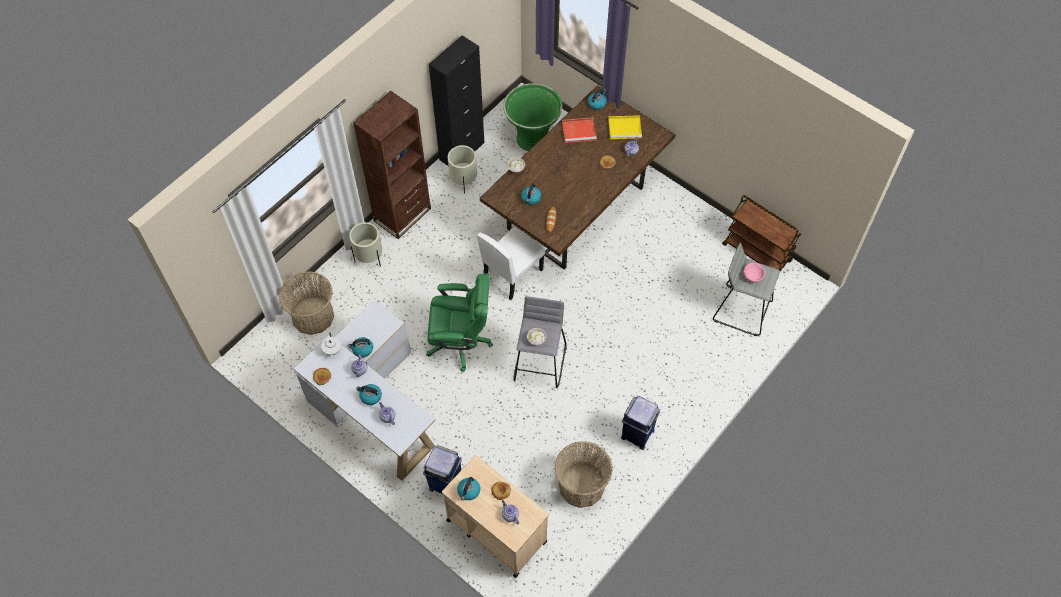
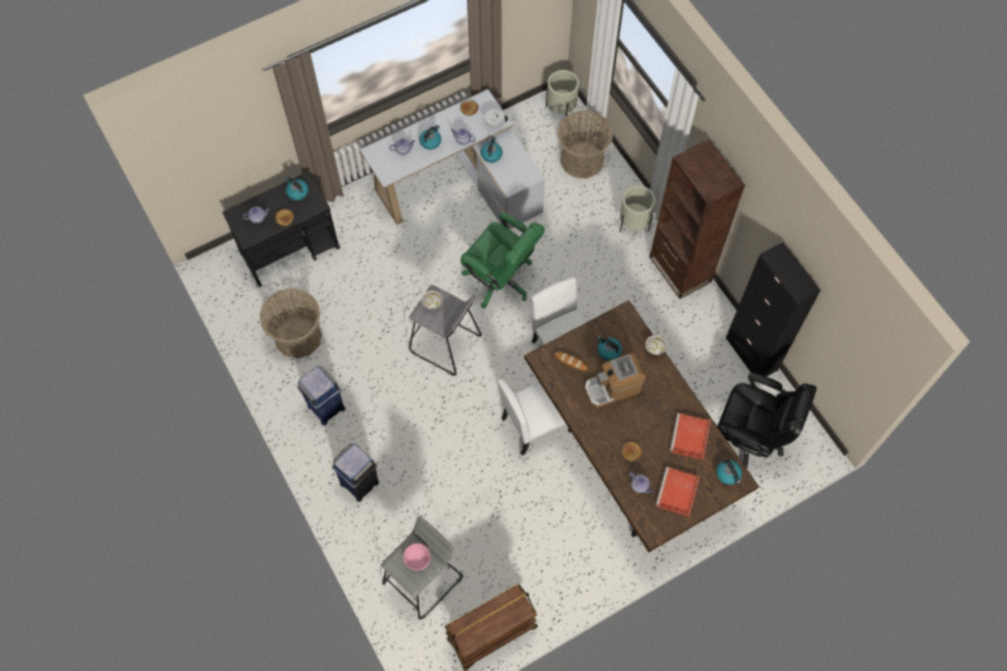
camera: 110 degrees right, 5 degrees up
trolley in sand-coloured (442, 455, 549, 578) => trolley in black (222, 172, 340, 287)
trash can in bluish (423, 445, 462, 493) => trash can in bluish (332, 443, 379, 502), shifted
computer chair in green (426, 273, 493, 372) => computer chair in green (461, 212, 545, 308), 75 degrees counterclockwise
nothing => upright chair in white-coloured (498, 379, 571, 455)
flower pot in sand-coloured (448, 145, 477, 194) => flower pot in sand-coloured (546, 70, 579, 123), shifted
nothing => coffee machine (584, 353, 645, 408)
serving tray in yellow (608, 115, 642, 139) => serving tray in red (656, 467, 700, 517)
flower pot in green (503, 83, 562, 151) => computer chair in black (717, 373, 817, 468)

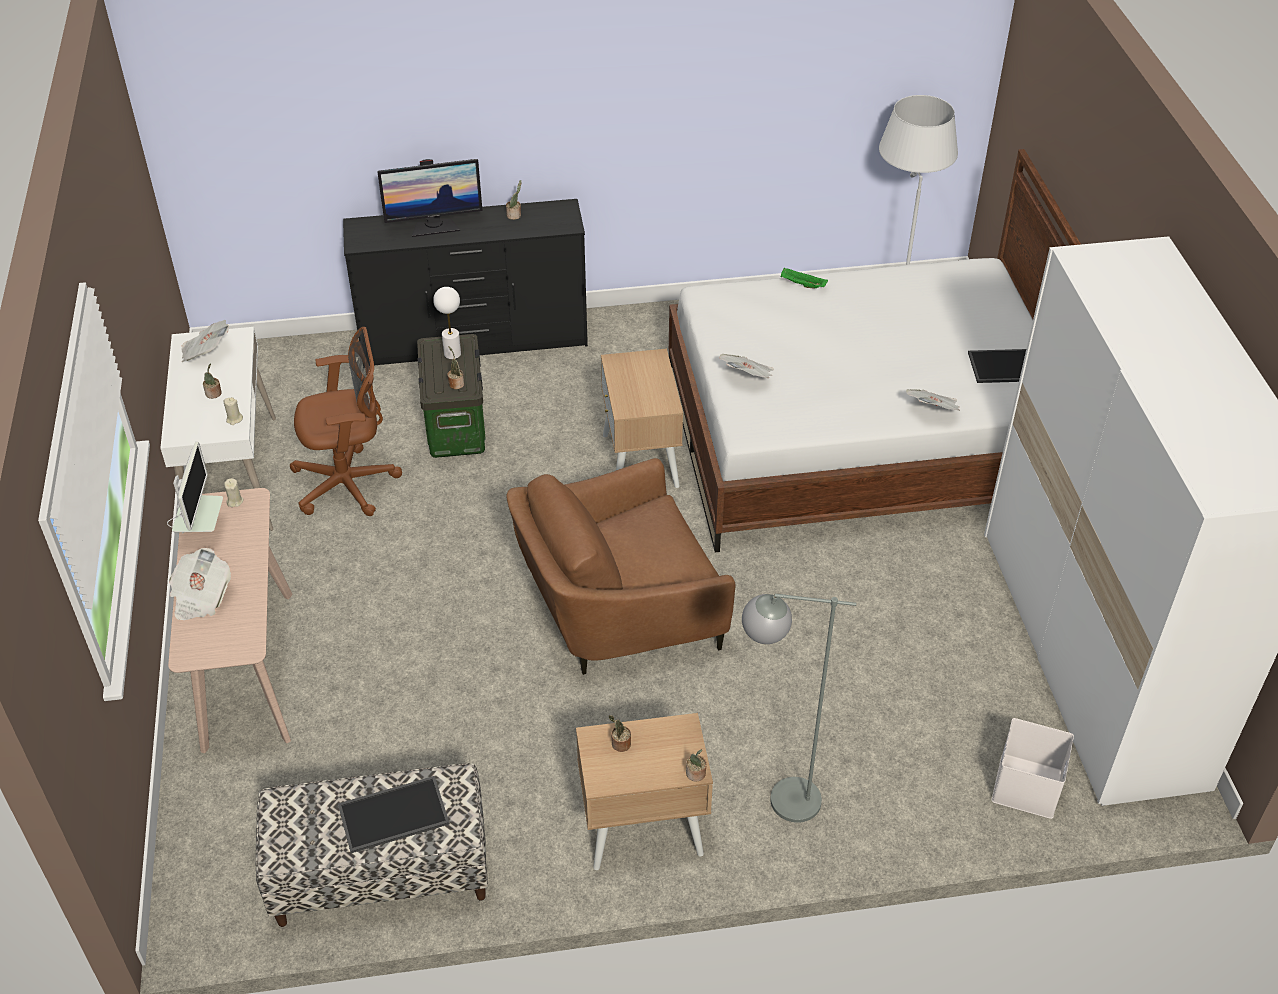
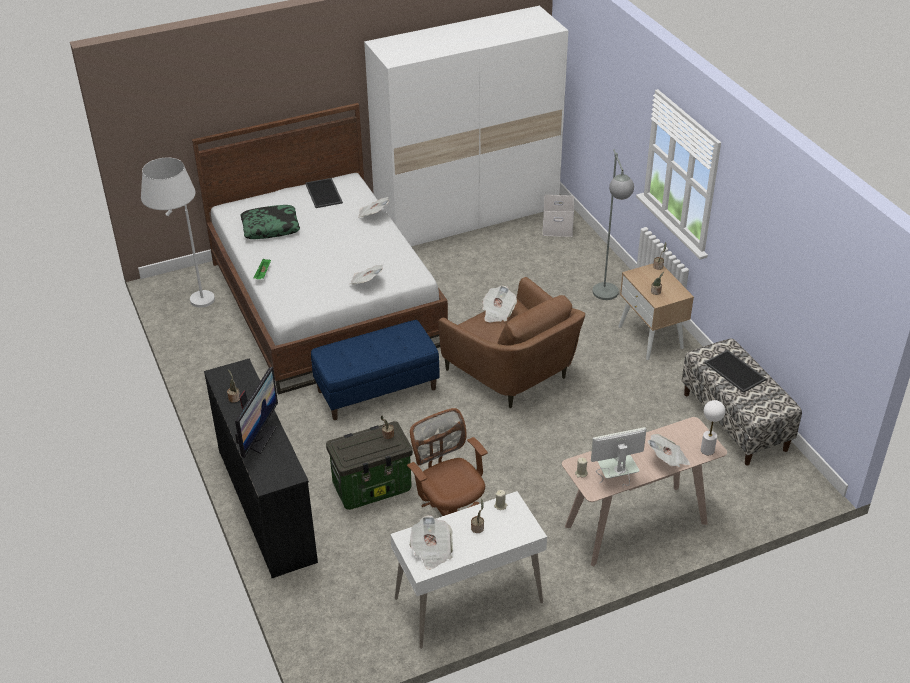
camera: 105 degrees left, 5 degrees down
computer display (377, 159, 483, 237) => computer display (235, 367, 278, 458), 45 degrees clockwise
nothing => pillow (240, 205, 300, 239)
bedside table in sand-coloured (601, 349, 683, 488) => indoor bench in bluish (311, 320, 440, 420)
nothing => printed paper (482, 285, 517, 322)
tabletop lamp in white-coloured (433, 287, 461, 359) => tabletop lamp in white-coloured (701, 400, 725, 455), shifted

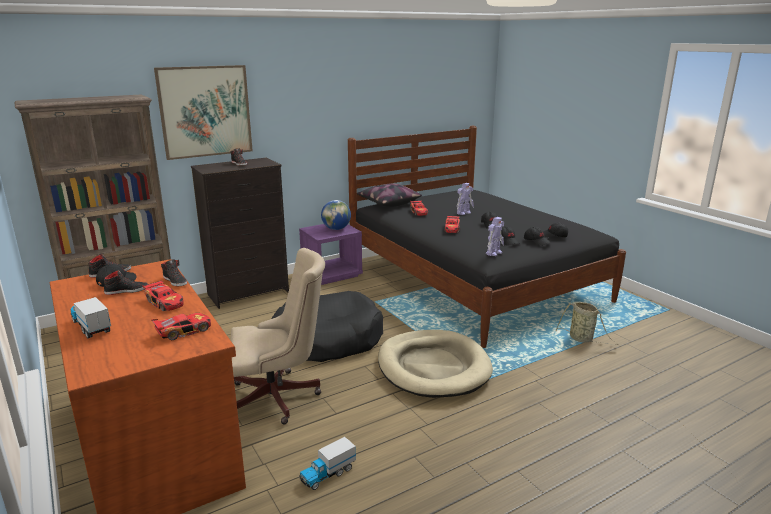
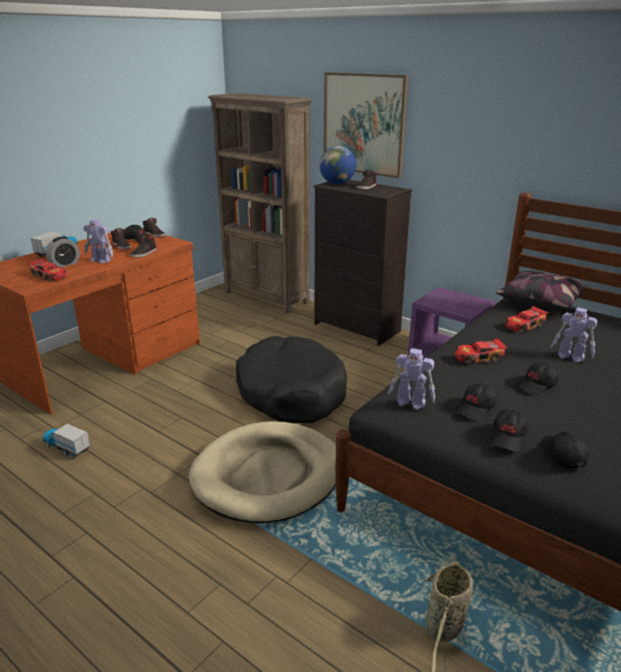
camera: 70 degrees right, 5 degrees up
nothing => bedside clock (46, 236, 80, 267)
toy car (143, 280, 184, 311) => toy robot (83, 219, 113, 264)
globe (321, 200, 351, 230) => globe (319, 146, 356, 184), shifted
computer chair in sand-coloured (231, 248, 325, 424) => nothing

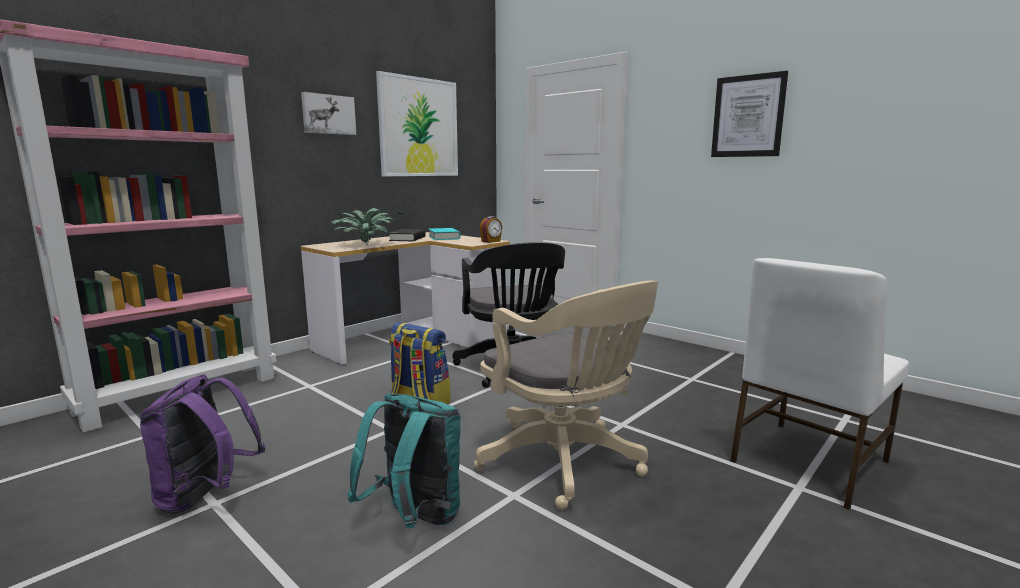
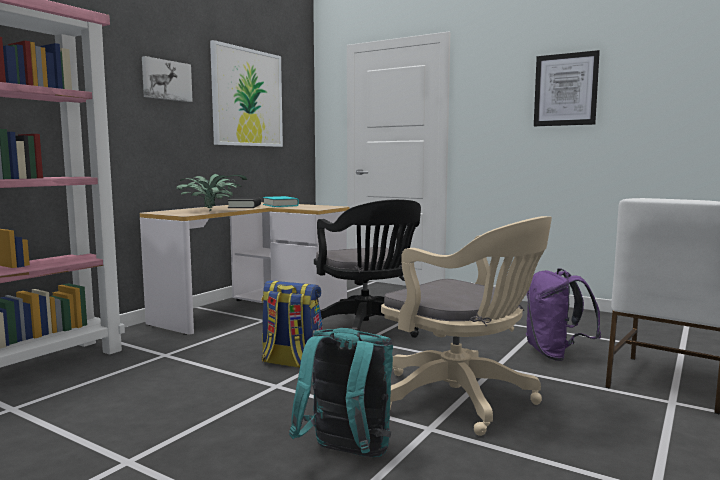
camera: 10 degrees left, 5 degrees down
knapsack in purple-coloured (140, 374, 265, 514) => knapsack in purple-coloured (525, 268, 602, 361), shifted
bedside clock (480, 216, 502, 243) => nothing

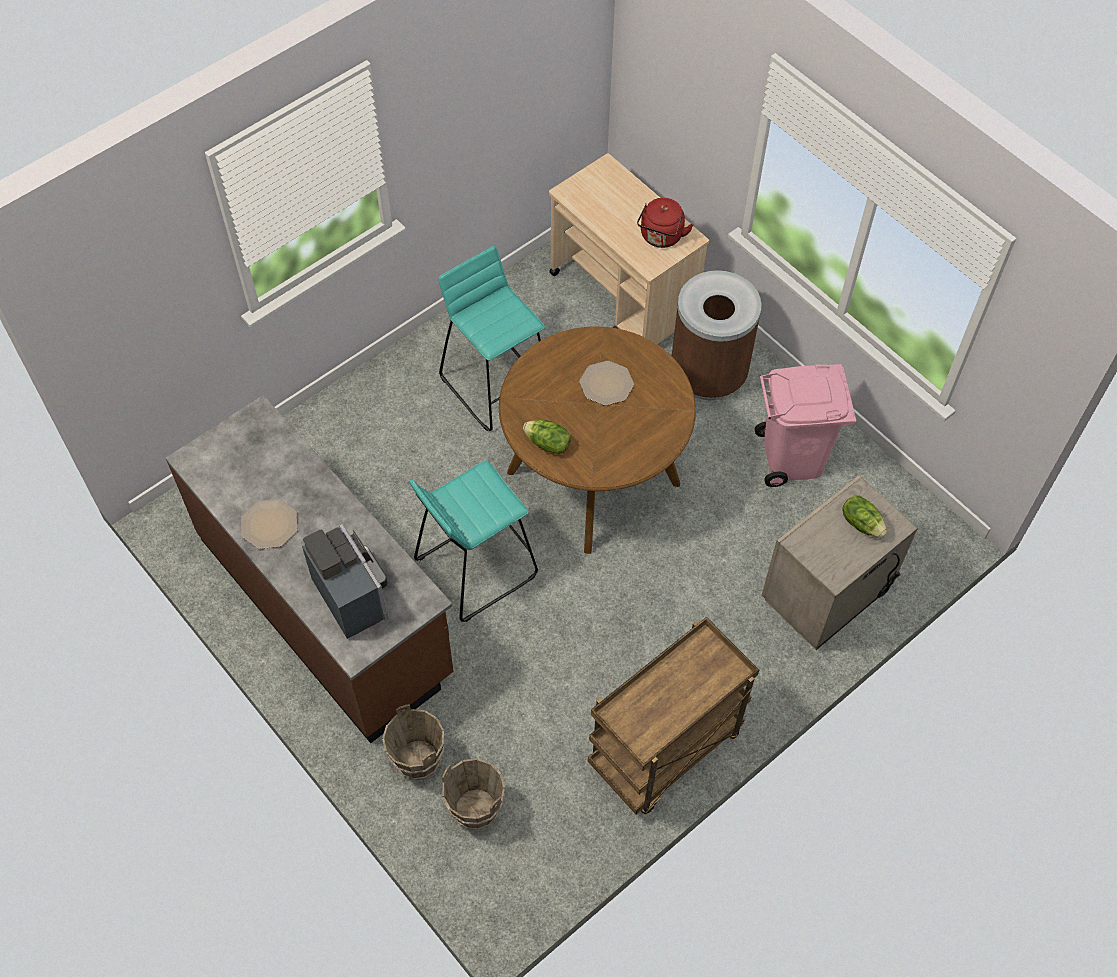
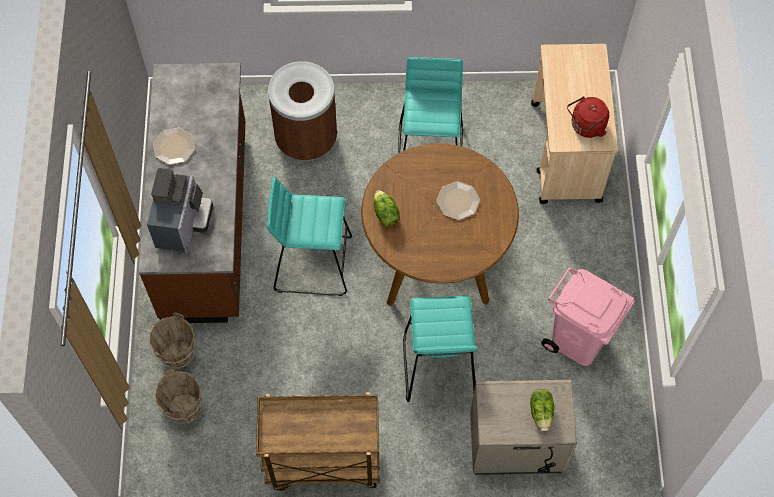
camera: 40 degrees right, 5 degrees up
trash can in brown-coloured (672, 270, 761, 400) => trash can in brown-coloured (268, 61, 337, 161), shifted
nothing => sitting stool in turquoise-coloured (403, 295, 478, 402)

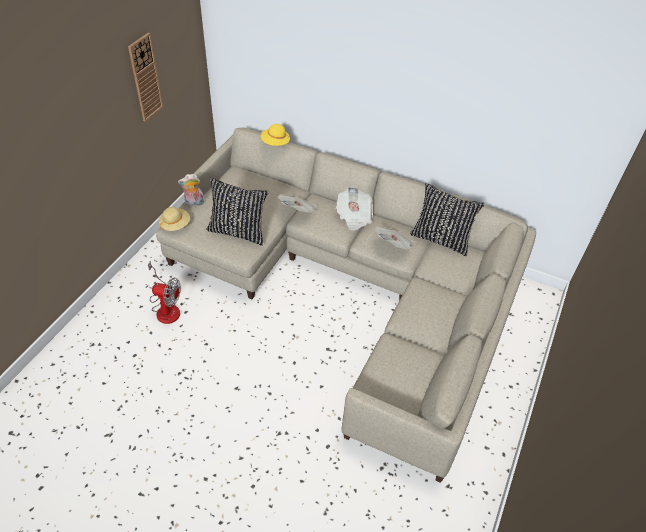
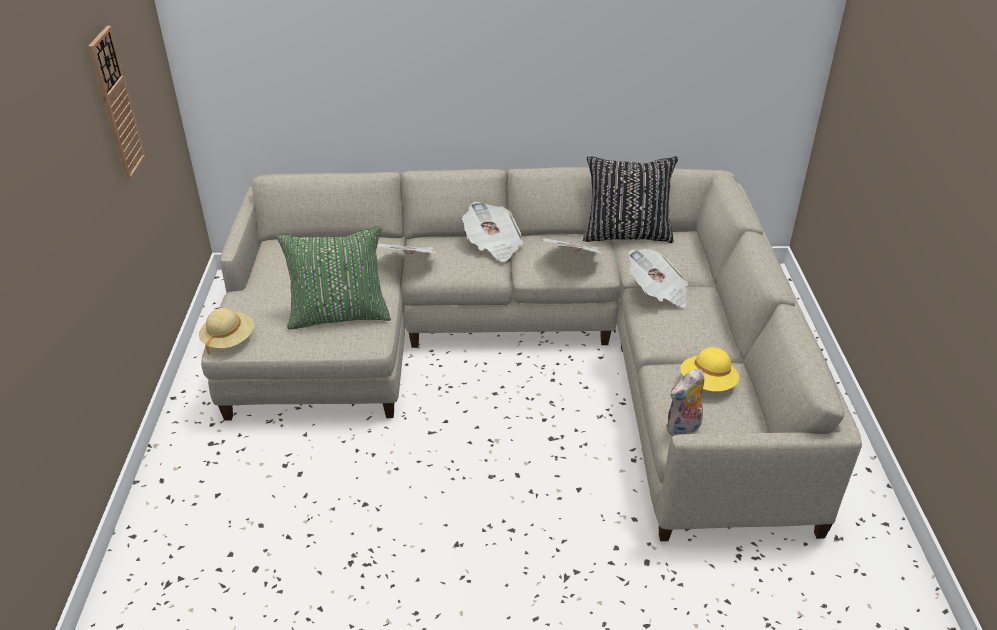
camera: 25 degrees left, 10 degrees down
pillow in black (206, 178, 269, 246) => pillow in green (277, 226, 391, 330)
nothing => printed paper (628, 249, 688, 308)
plush toy (178, 174, 204, 206) => plush toy (666, 368, 704, 436), shifted
wearable hat in yellow (261, 124, 290, 146) => wearable hat in yellow (680, 347, 739, 391), shifted
fan (148, 261, 181, 324) => nothing

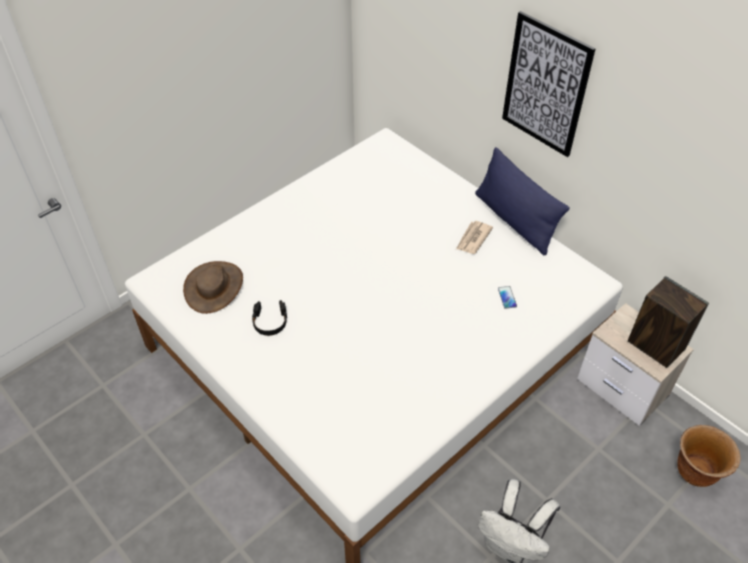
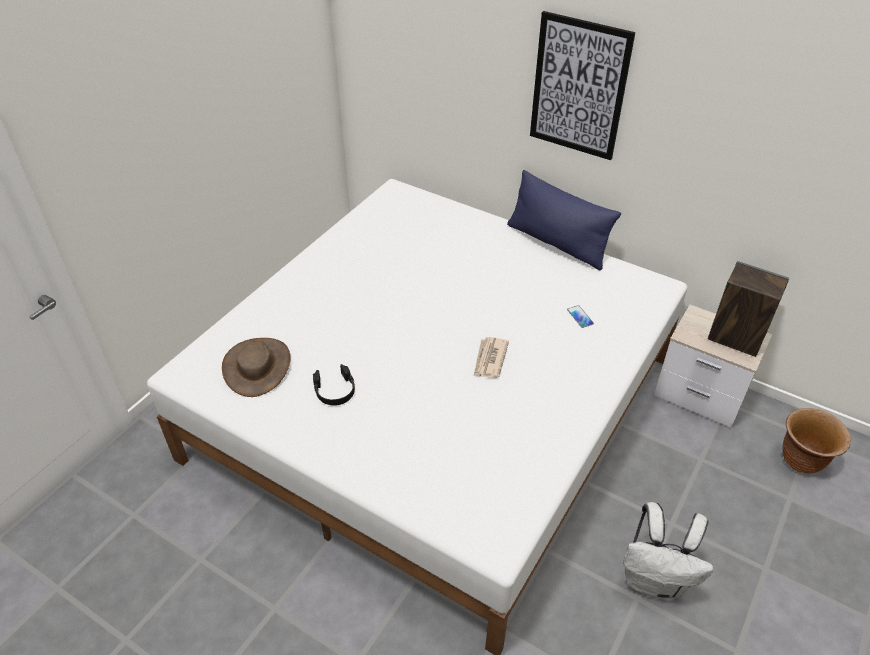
camera: 15 degrees left, 5 degrees down
printed paper (456, 221, 493, 254) => printed paper (474, 337, 509, 378), shifted

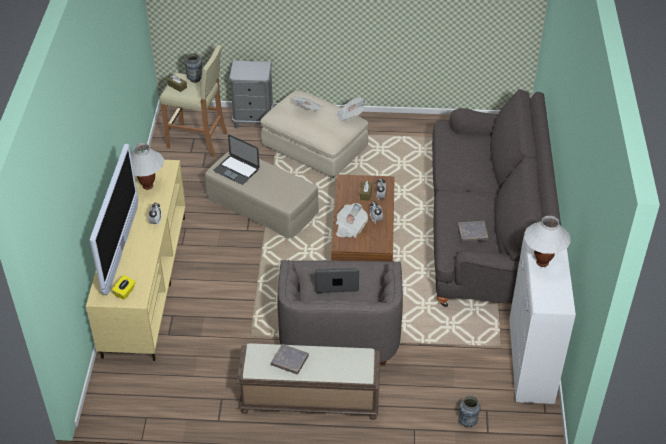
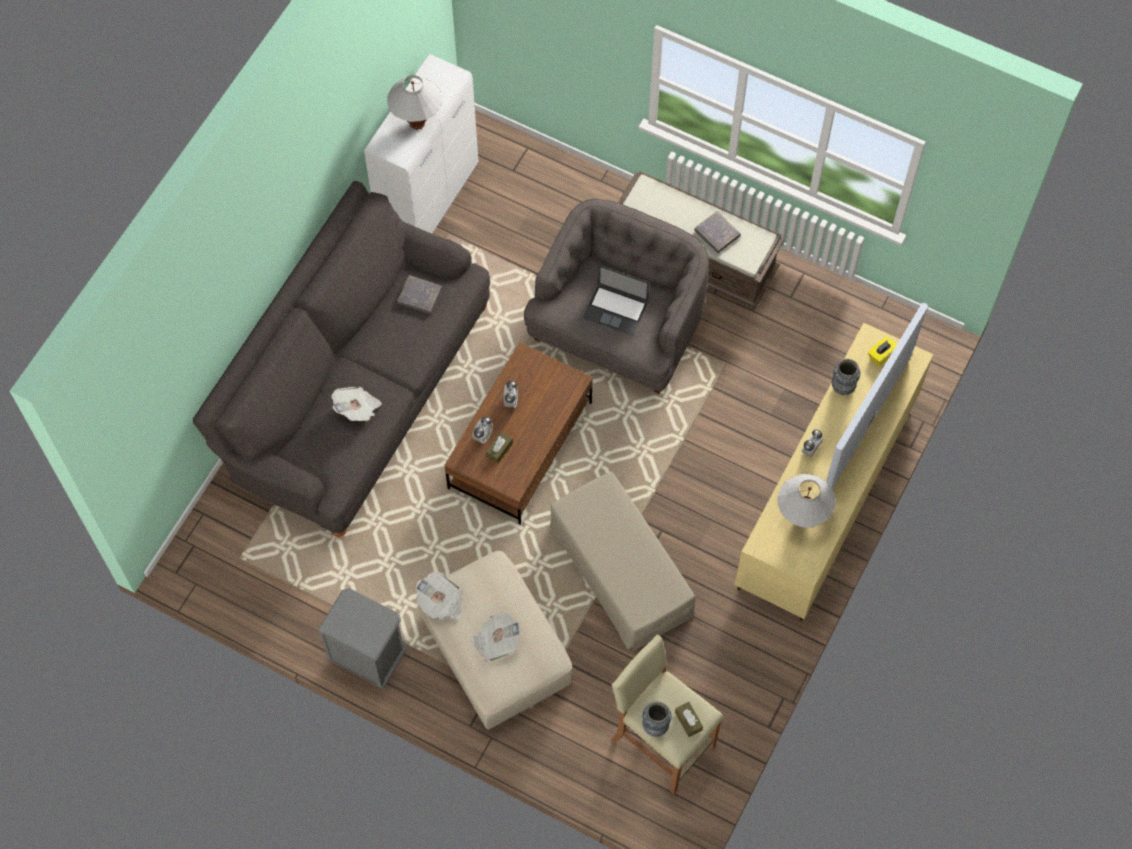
camera: 155 degrees left, 20 degrees up
bedside table in greyish (229, 61, 274, 129) => bedside table in greyish (317, 588, 407, 689), shifted
printed paper (336, 203, 368, 238) => printed paper (331, 387, 382, 421), shifted
vase (459, 395, 481, 427) => vase (832, 359, 860, 395), shifted
notebook computer (213, 135, 260, 185) => nothing

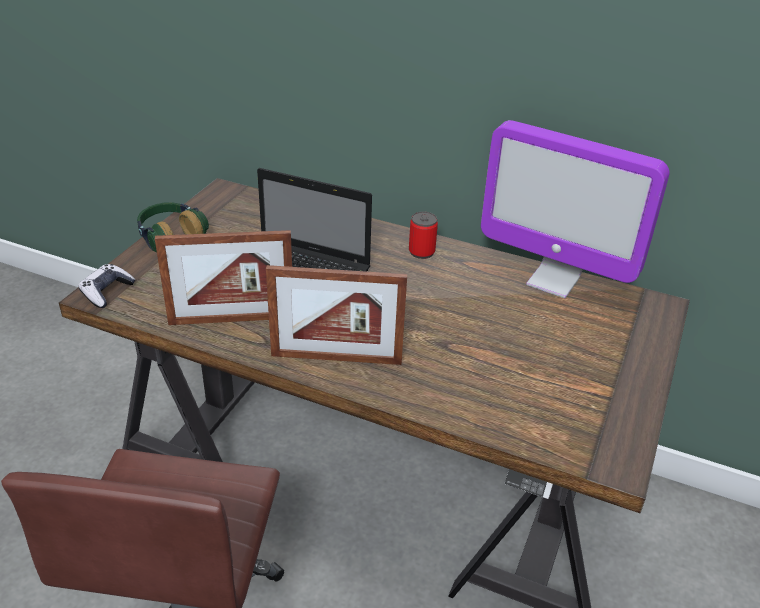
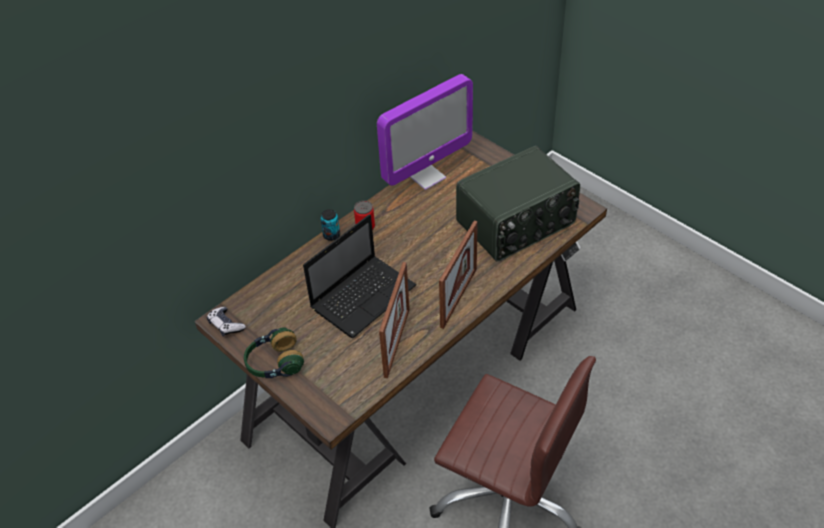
camera: 65 degrees left, 10 degrees up
joypad (78, 264, 136, 308) => joypad (207, 307, 246, 337), shifted
nothing => sealed can (320, 209, 340, 241)
nothing => radio receiver (456, 146, 580, 262)

